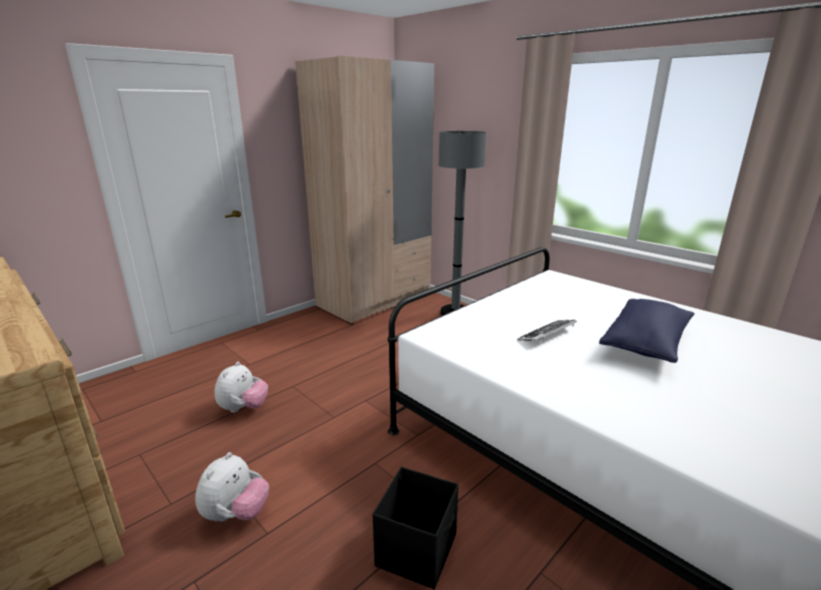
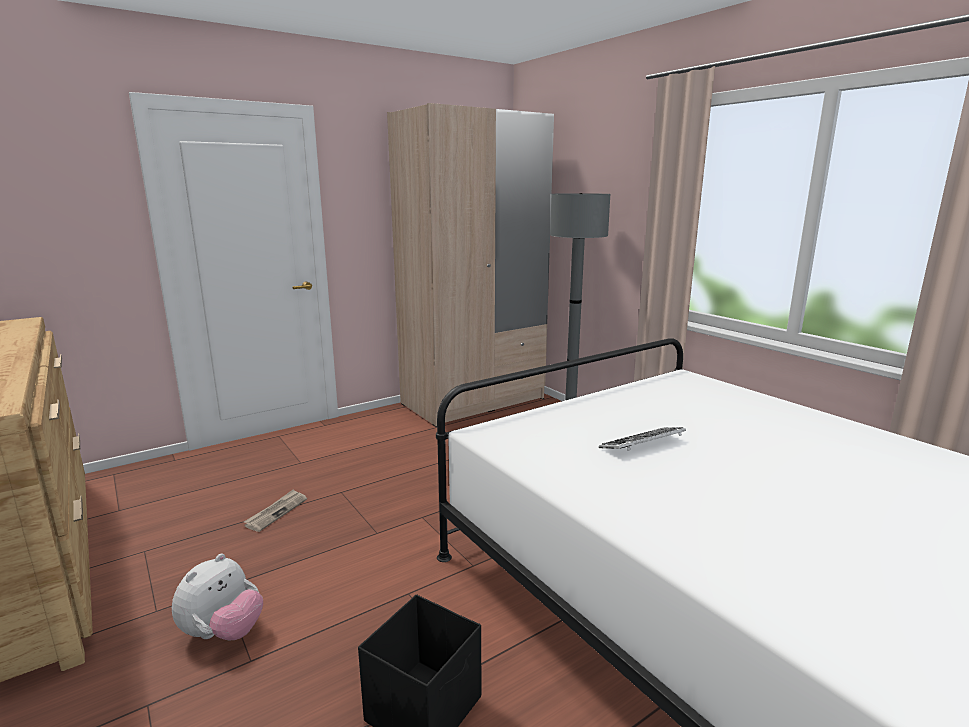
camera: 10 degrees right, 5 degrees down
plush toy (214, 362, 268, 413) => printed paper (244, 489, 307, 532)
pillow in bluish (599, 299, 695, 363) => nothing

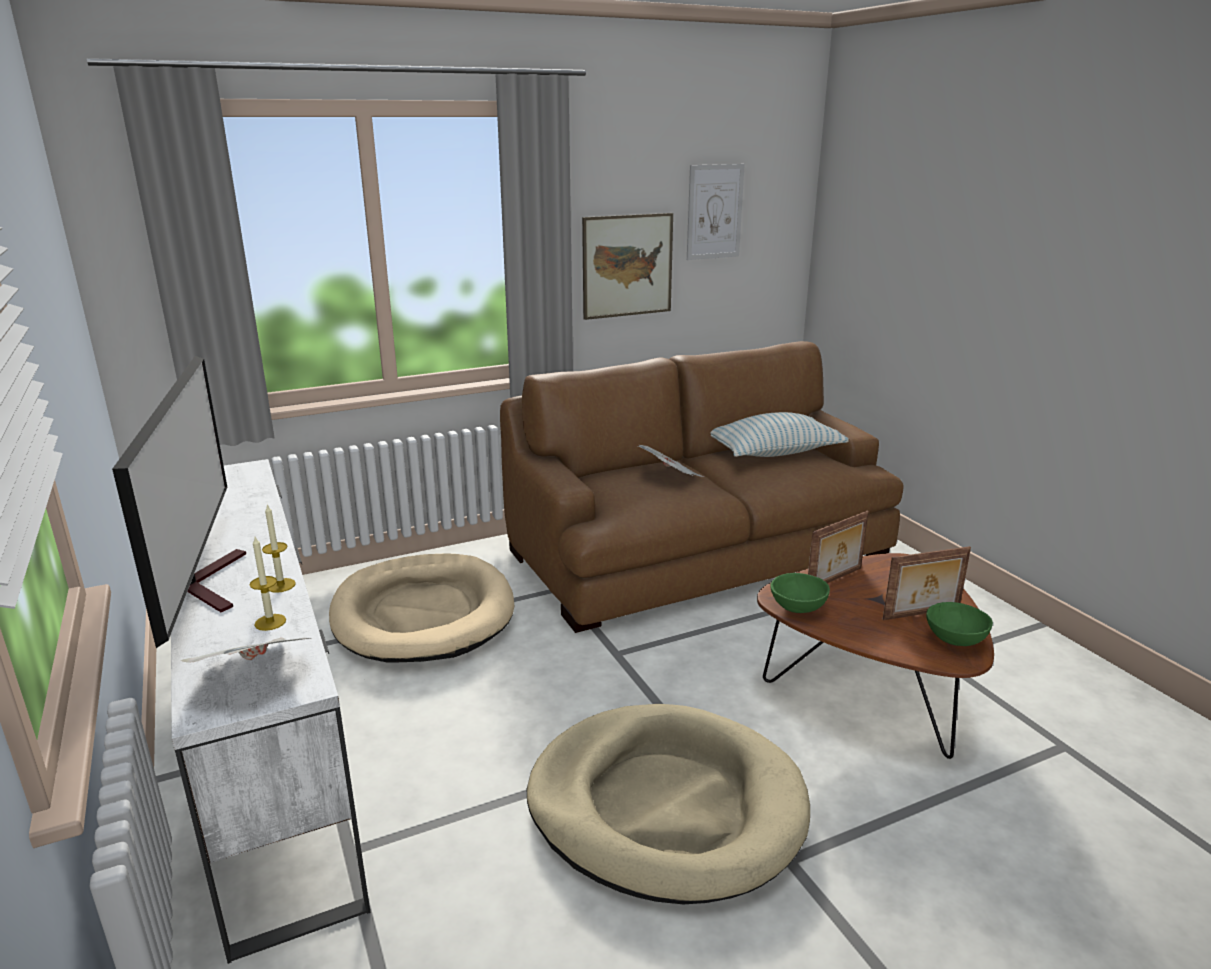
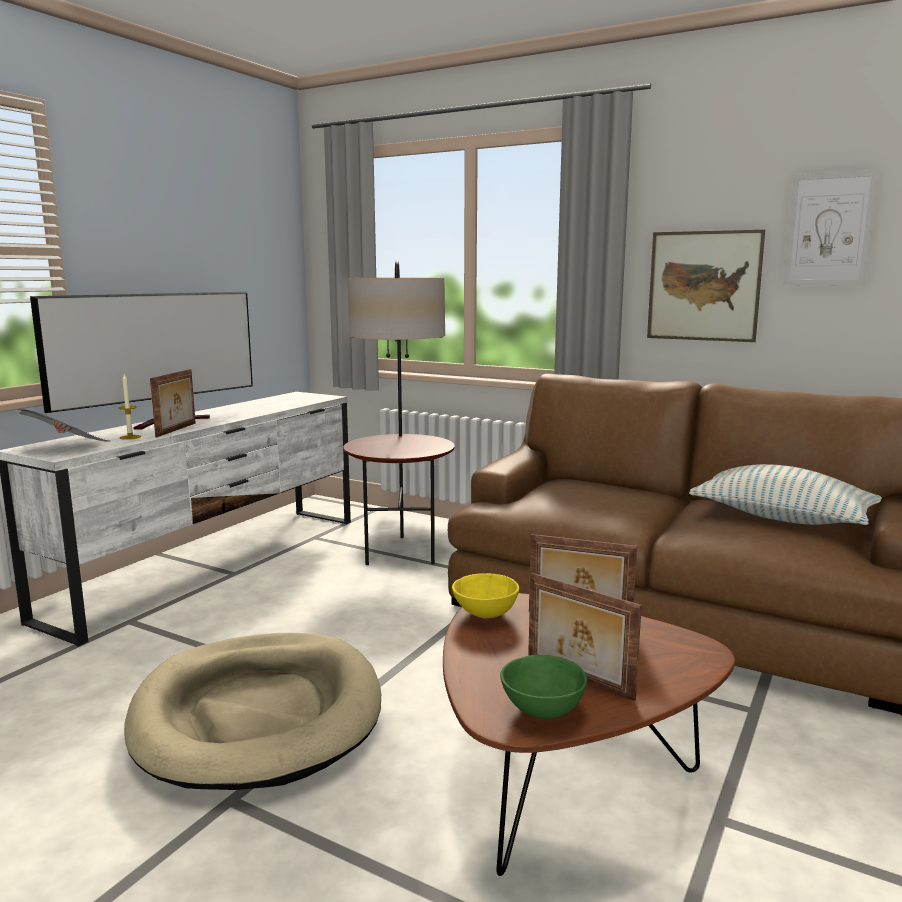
camera: 55 degrees right, 10 degrees down
wax candle (262, 504, 296, 593) => picture frame (150, 369, 196, 437)
dog bed in sand-coloured (329, 553, 514, 663) => floor lamp (344, 261, 455, 565)
deep dish in green (770, 573, 830, 613) => deep dish in yellow (452, 573, 519, 618)
printed paper (638, 445, 704, 477) => nothing

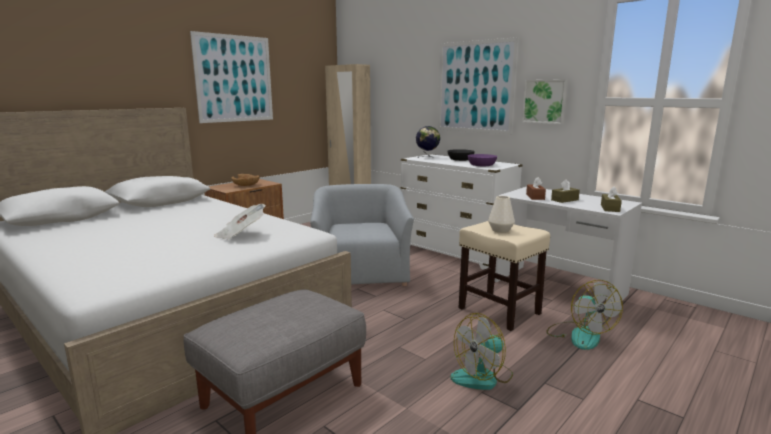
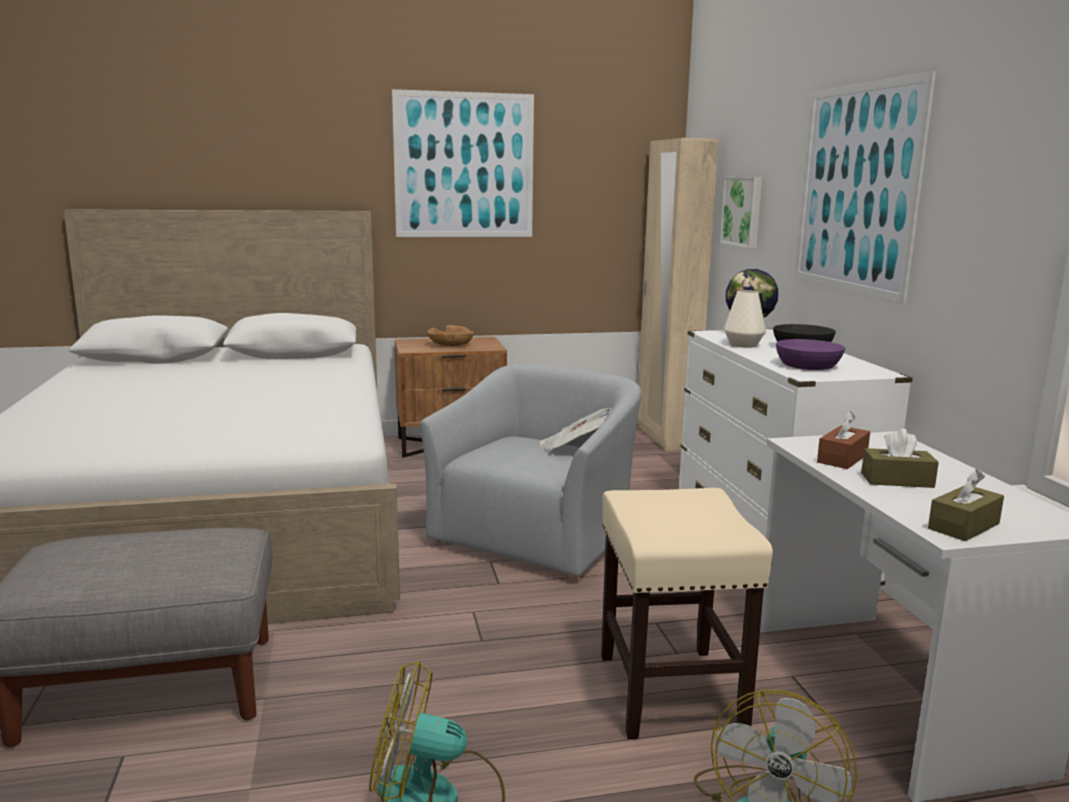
camera: 35 degrees right, 0 degrees up
printed paper (214, 204, 266, 239) => printed paper (539, 408, 612, 451), shifted
picture (522, 79, 568, 124) => picture (720, 177, 762, 248), shifted
vase in white-coloured (488, 196, 515, 233) => vase in white-coloured (724, 290, 766, 348), shifted

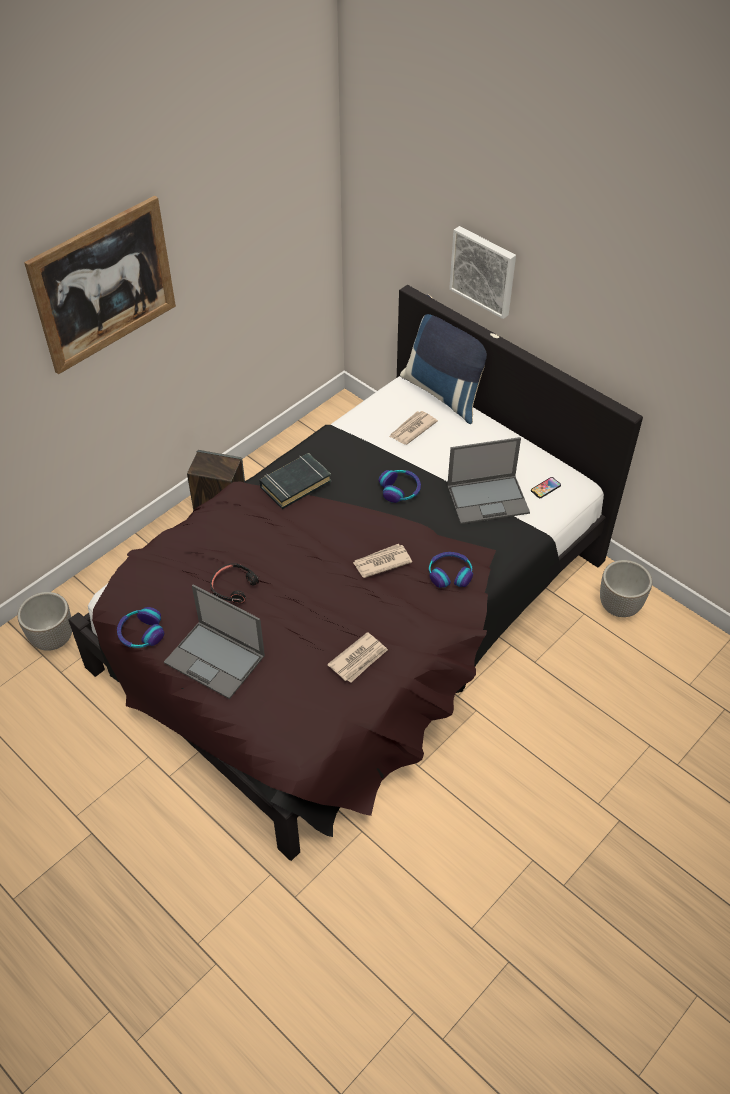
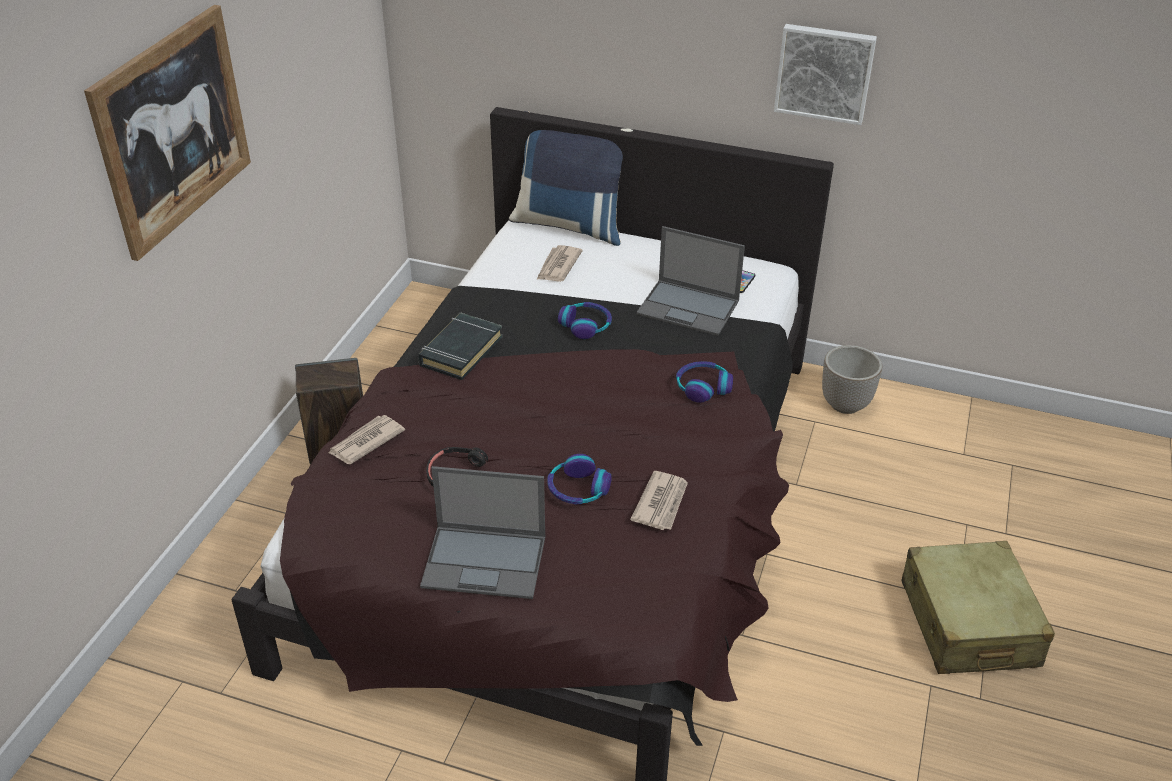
camera: 25 degrees left, 10 degrees down
printed paper (353, 544, 412, 578) => printed paper (328, 415, 405, 464), shifted
headset (117, 607, 164, 648) => headset (547, 454, 612, 504), shifted
notebook computer (447, 437, 530, 524) => notebook computer (636, 226, 745, 336), 60 degrees clockwise
picture (449, 226, 516, 319) => picture (774, 24, 877, 125), shifted
nothing => suitcase in sand-coloured (901, 541, 1055, 674)
flower pot (17, 592, 72, 651) => nothing

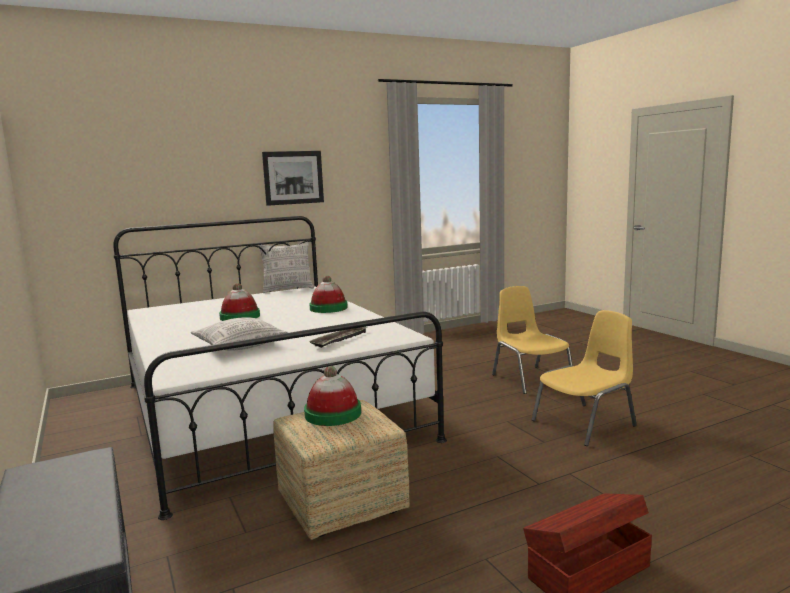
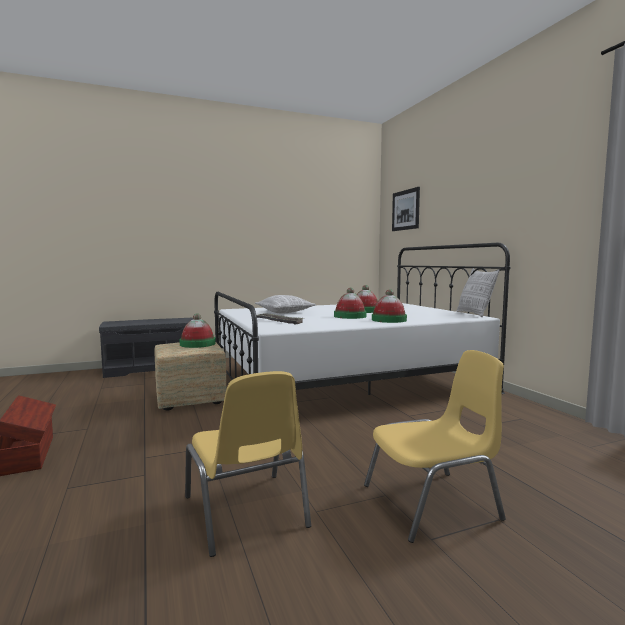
camera: 95 degrees right, 5 degrees down
nothing => wearable hat (334, 288, 367, 319)
picture (262, 151, 324, 206) => picture (392, 187, 420, 231), shifted

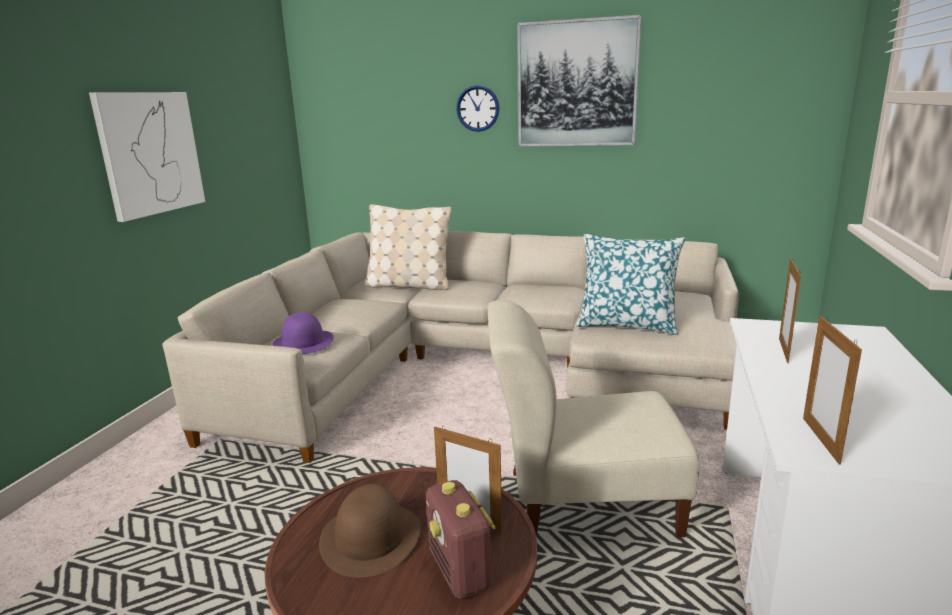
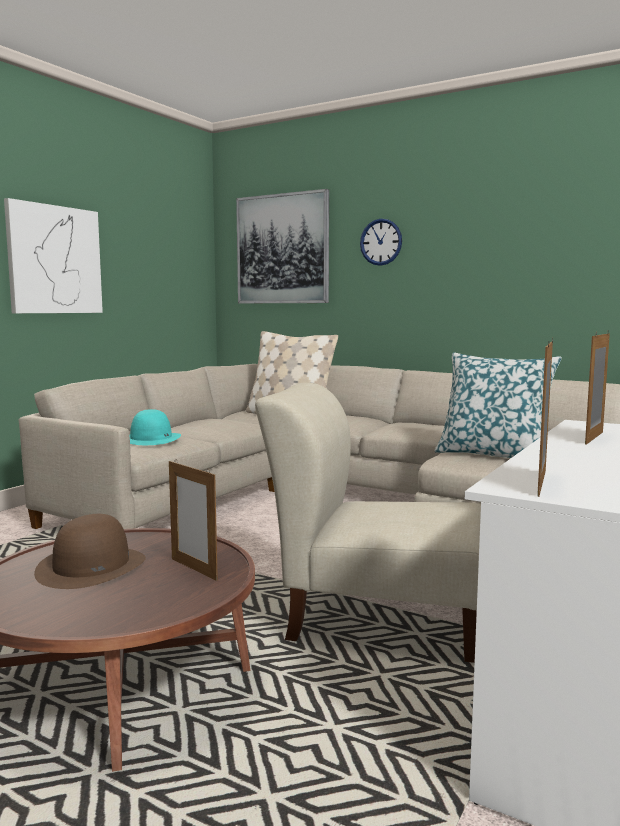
camera: 15 degrees right, 10 degrees down
wearable hat in purple-coloured (272, 312, 334, 354) => wearable hat in turquoise-coloured (129, 409, 181, 445)
picture (517, 15, 641, 147) => picture (236, 189, 329, 303), shifted
radio receiver (426, 480, 496, 598) => nothing

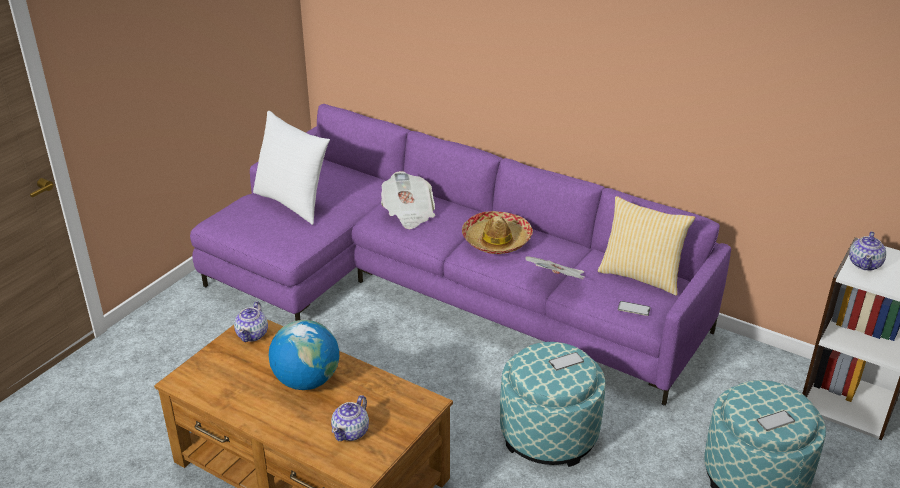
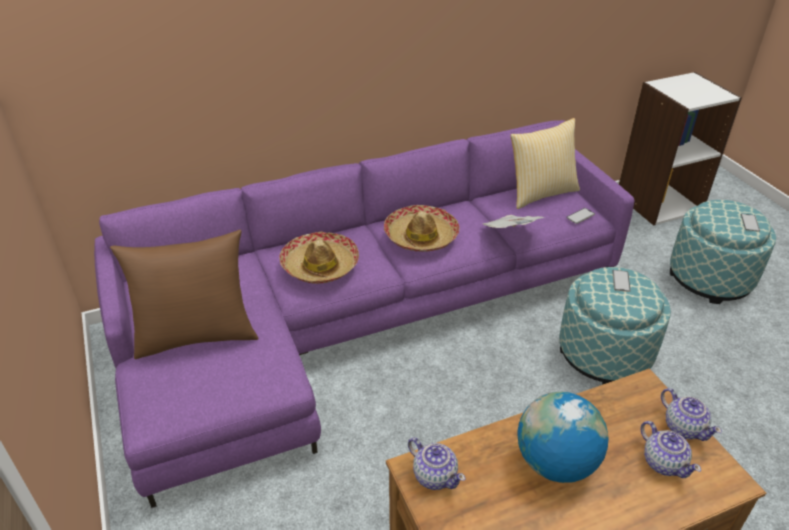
camera: 55 degrees left, 5 degrees up
pillow in white-coloured (253, 111, 330, 225) => pillow in brown-coloured (110, 230, 259, 359)
printed paper (381, 171, 435, 230) => wearable hat (279, 232, 359, 284)
teapot (849, 231, 886, 271) => teapot (661, 388, 722, 441), shifted

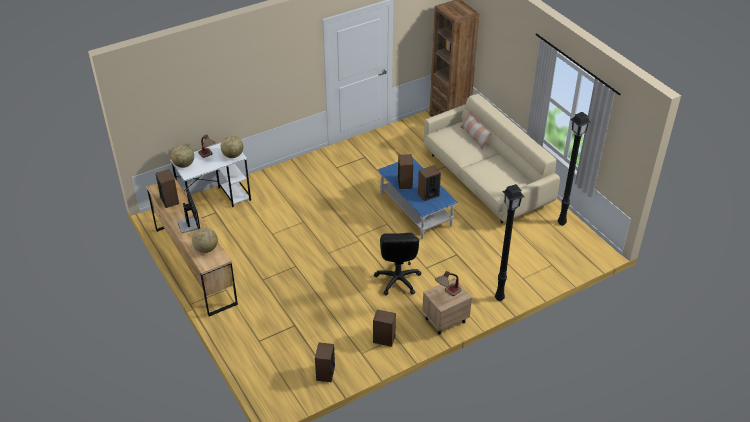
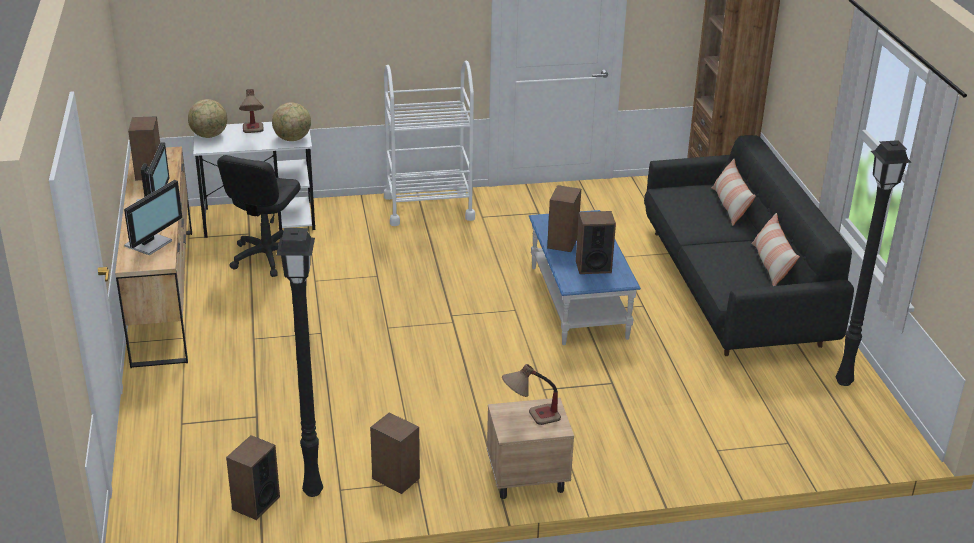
camera: 20 degrees right, 10 degrees down
globe (192, 227, 218, 253) => computer display (124, 180, 182, 255)
computer chair in black (374, 233, 422, 295) => computer chair in black (217, 155, 301, 277), shifted
floor lamp in black (495, 184, 524, 301) => floor lamp in black (277, 228, 323, 497), shifted
nothing => trolley in white-coloured (384, 61, 475, 226)
couch in sand-coloured (424, 94, 560, 223) => couch in black (644, 135, 854, 356)
nothing => pillow (752, 213, 800, 286)

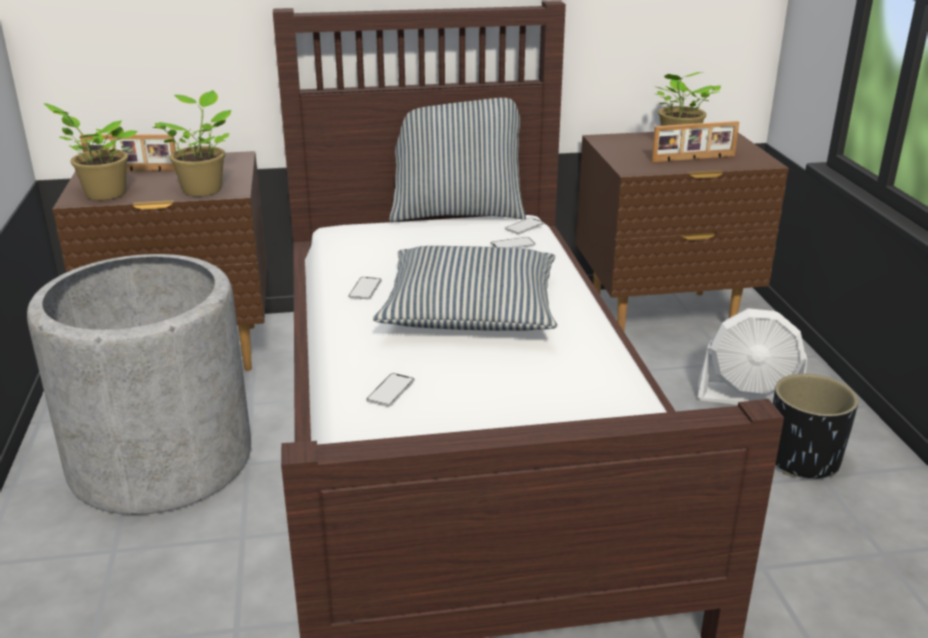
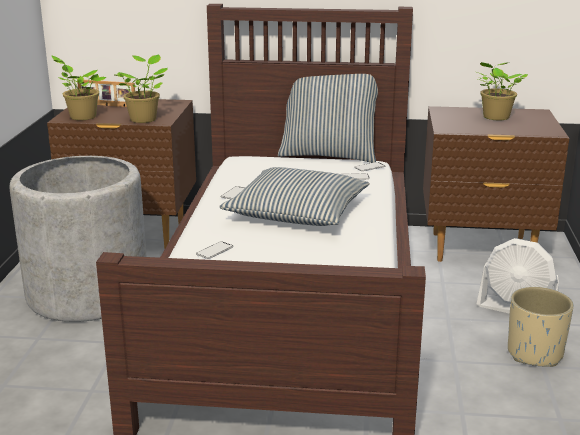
camera: 15 degrees right, 5 degrees down
flower pot in black (773, 373, 859, 479) => flower pot in sand-coloured (508, 287, 574, 367)
picture frame (651, 121, 739, 162) => nothing

